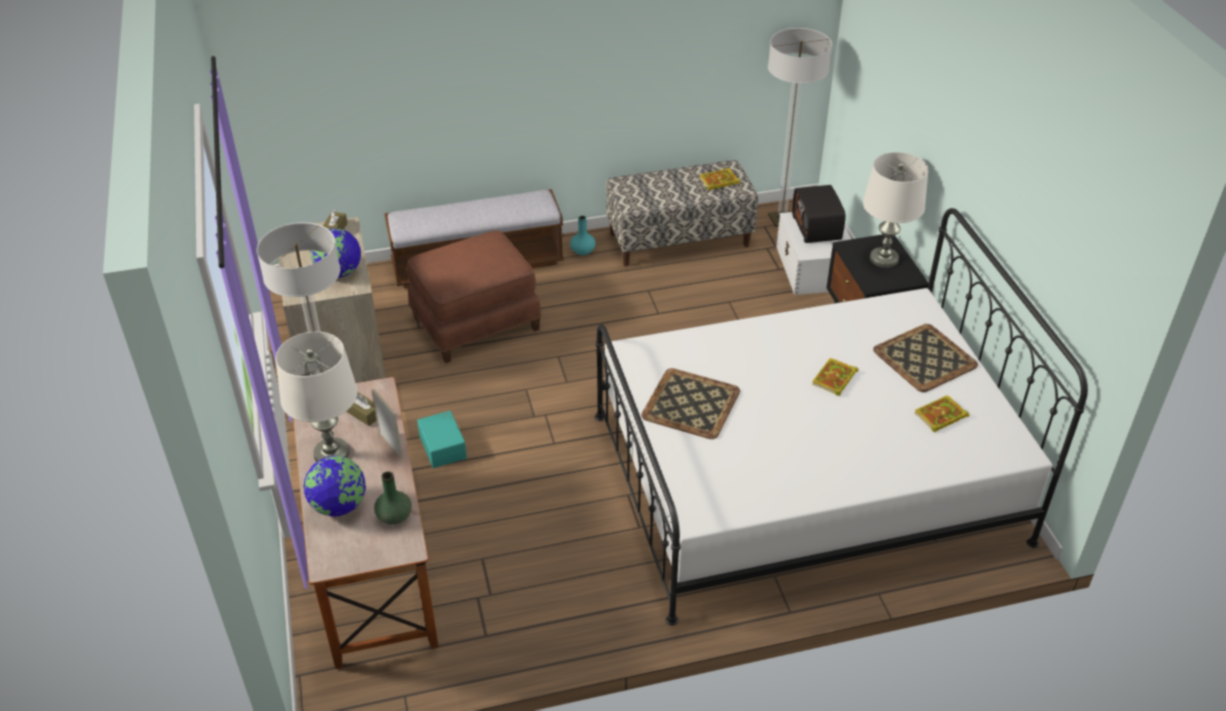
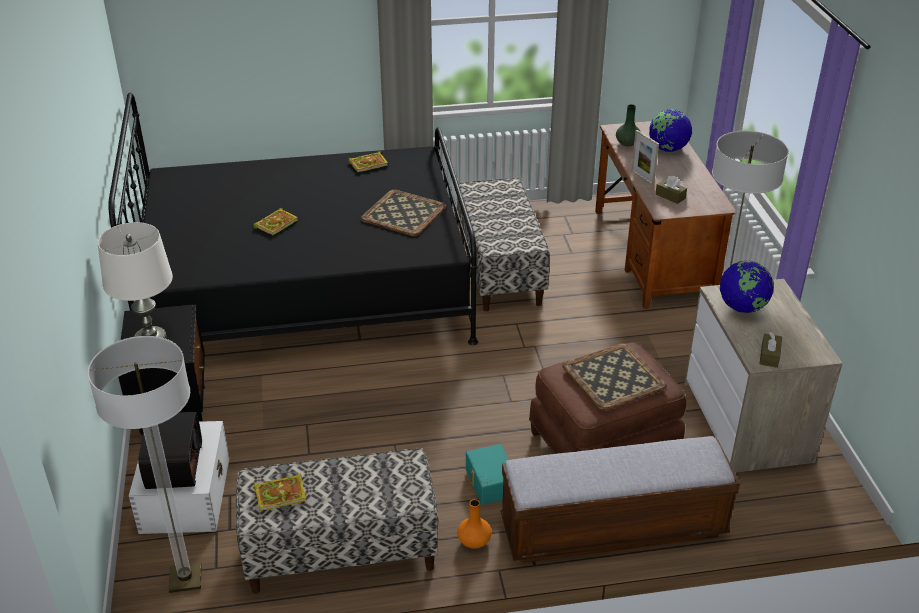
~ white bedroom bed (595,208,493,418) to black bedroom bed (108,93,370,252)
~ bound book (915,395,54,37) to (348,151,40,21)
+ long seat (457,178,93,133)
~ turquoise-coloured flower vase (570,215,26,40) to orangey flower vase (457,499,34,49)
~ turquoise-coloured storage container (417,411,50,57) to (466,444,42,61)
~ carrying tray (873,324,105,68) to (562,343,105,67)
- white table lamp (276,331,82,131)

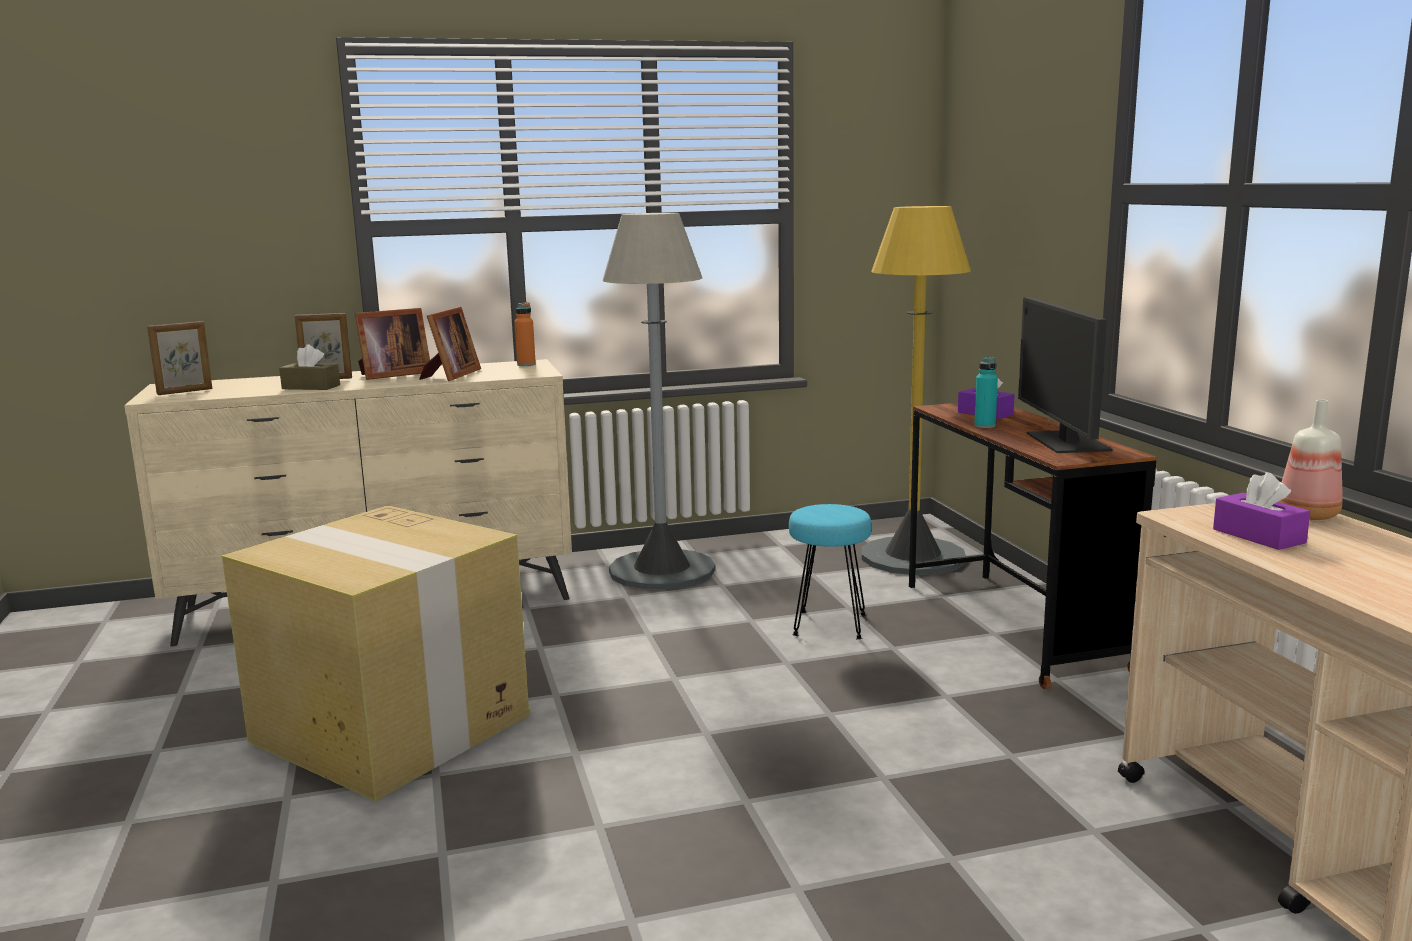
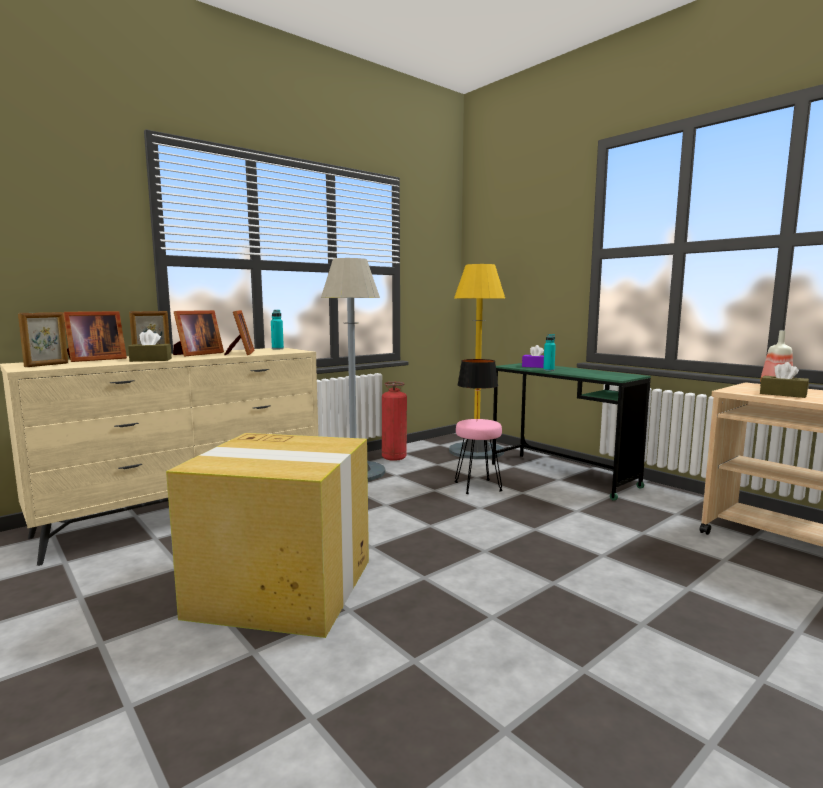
+ photo frame (63,311,64,51)
~ orangey beverage bottle (514,302,22,64) to turquoise-coloured beverage bottle (271,310,13,39)
+ fire extinguisher (382,382,25,79)
~ turquoise-coloured stool (789,504,82,135) to pink-coloured stool (455,419,48,75)
+ black table lamp (458,359,40,54)
~ brown-coloured desk unit (909,403,247,286) to green desk unit (492,363,159,137)
~ purple box of tissues (1213,472,97,78) to brown-coloured box of tissues (760,362,49,36)
- computer screen (1018,297,94,156)

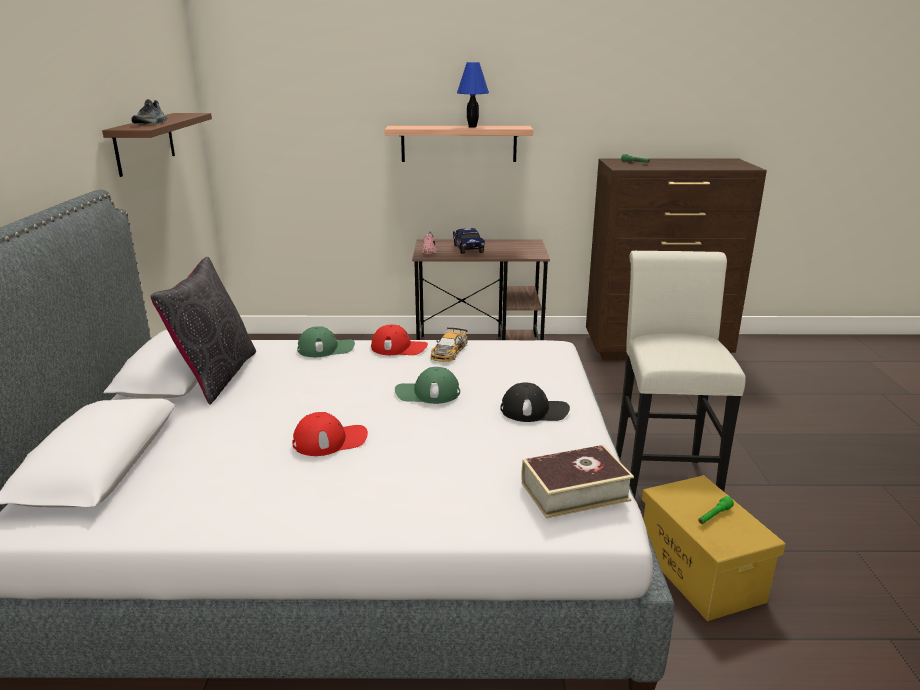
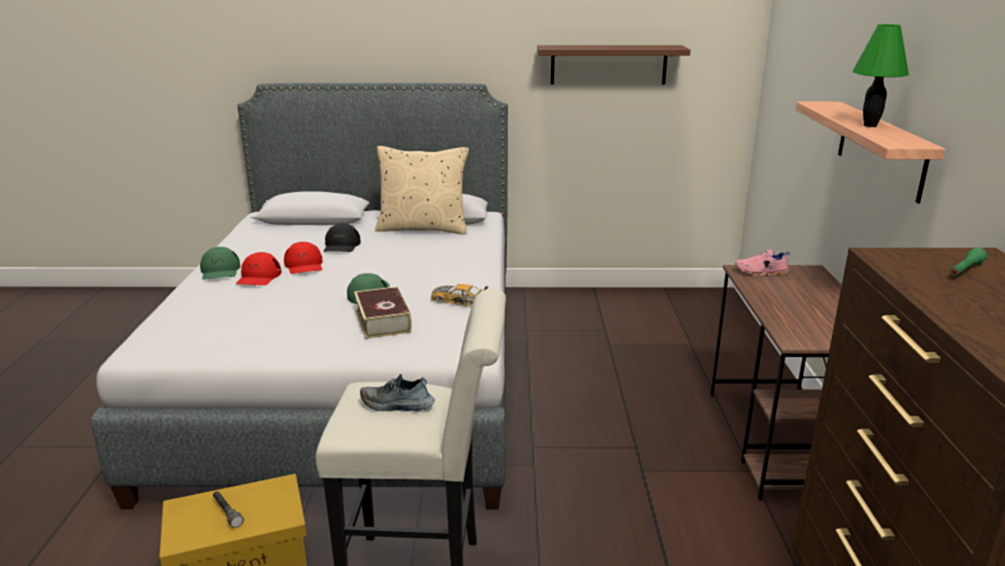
~ green peaked cap (297,326,58,31) to (200,247,40,33)
~ green torch (698,496,36,28) to grey torch (213,491,31,37)
~ red-coloured peaked cap (371,325,57,30) to (236,252,45,33)
~ black peaked cap (501,382,69,40) to (324,223,37,29)
~ bound book (522,445,112,74) to (354,286,58,53)
~ low shoe (131,99,37,25) to (360,374,75,37)
~ black cushion (150,257,106,148) to sand-coloured cushion (375,146,94,88)
~ blue-coloured table lamp (457,62,32,66) to green table lamp (852,24,57,103)
- model truck (453,228,32,26)

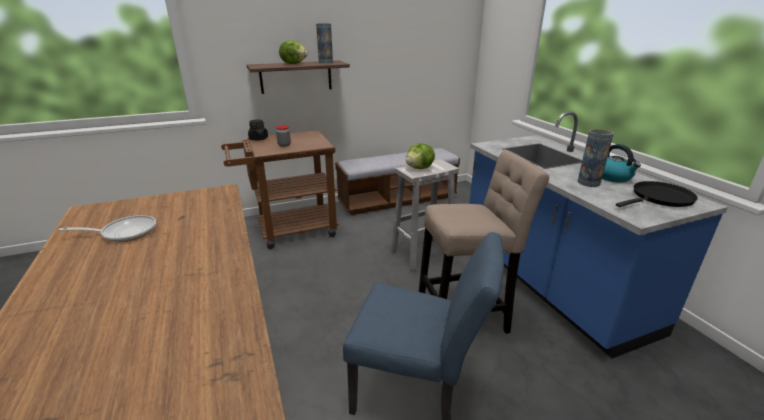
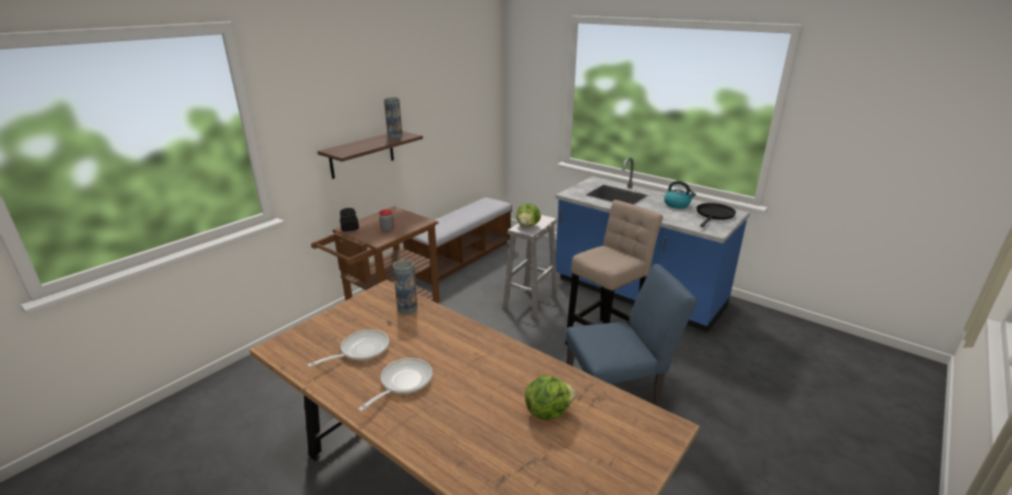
+ frying pan (358,358,74,53)
~ flower vase (578,129,36,58) to (393,260,25,54)
~ lettuce head (279,40,29,24) to (525,375,51,45)

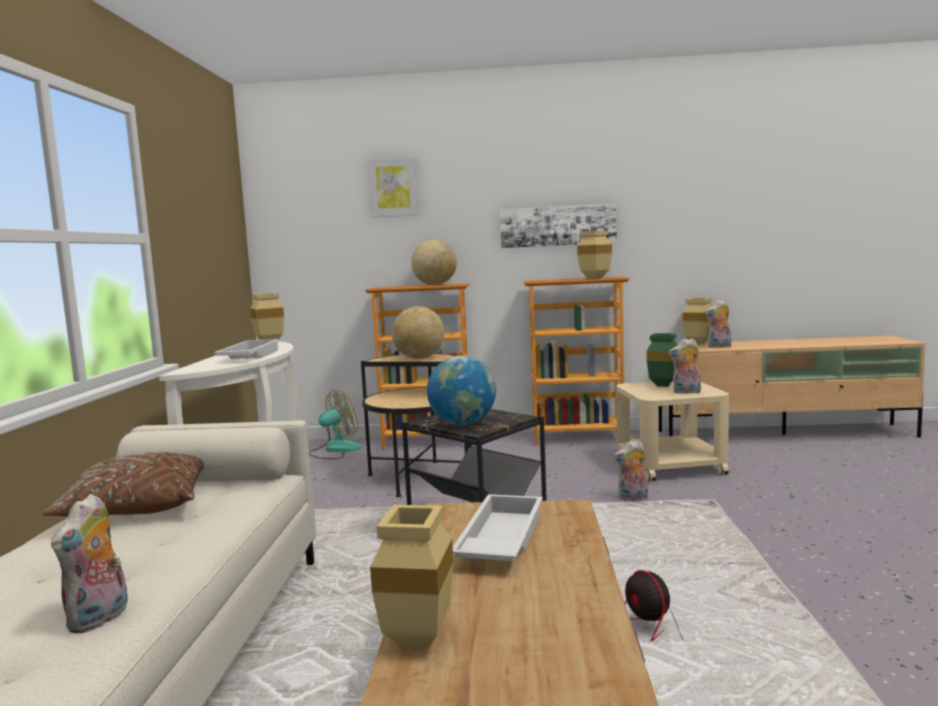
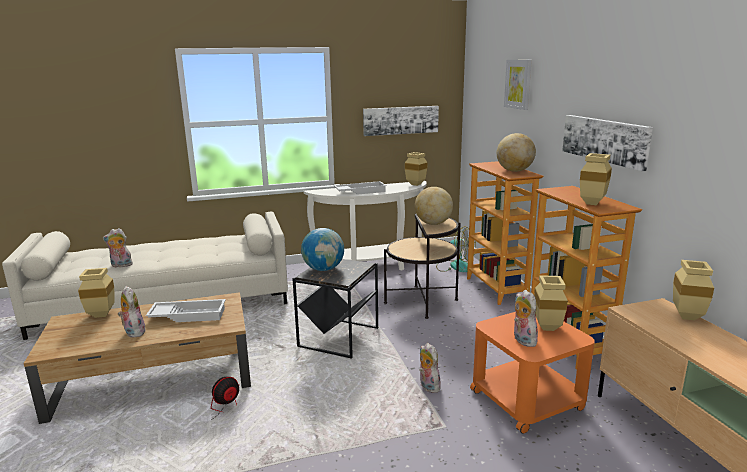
~ plush toy (705,300,26,48) to (117,286,29,52)
+ wall picture (363,106,76,30)
~ sand-coloured end table (616,381,113,100) to orangey end table (470,312,125,122)
~ green flower vase (646,333,32,54) to sand-coloured flower vase (534,275,34,56)
- brown-coloured cushion (42,452,162,65)

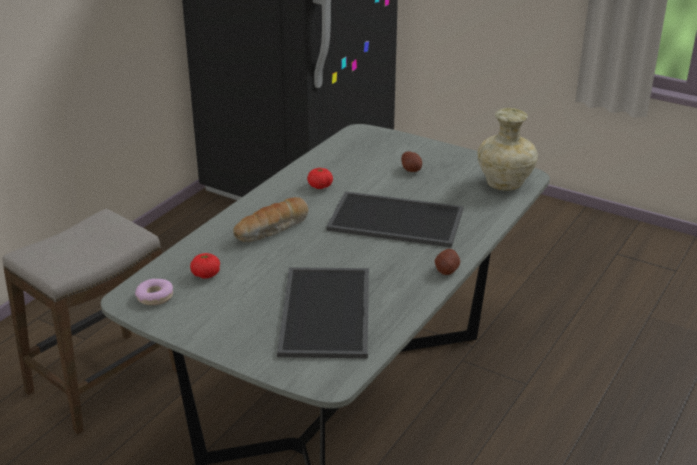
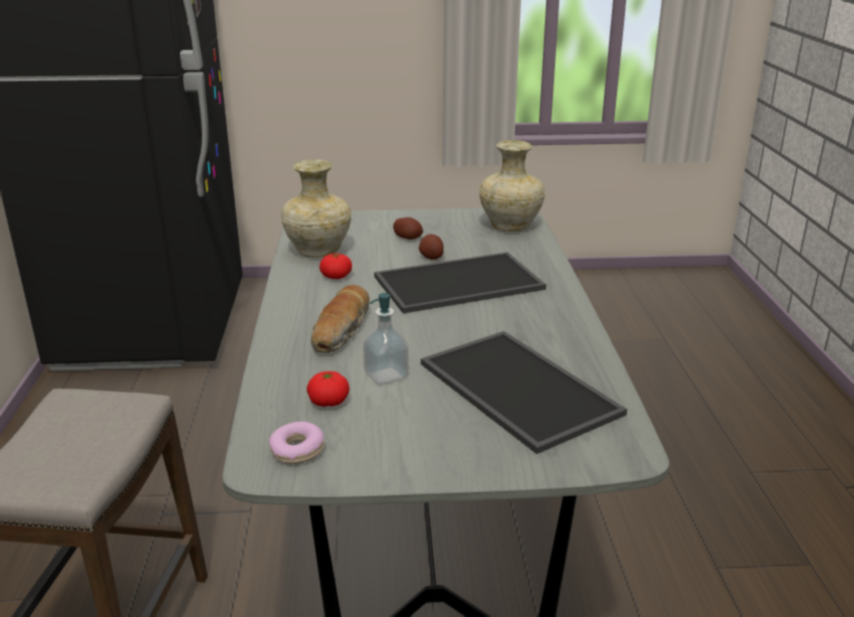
+ sand-coloured flower vase (281,159,70,99)
+ liquid soap bottle (363,293,46,92)
~ whole potato (435,249,25,26) to (419,234,24,26)

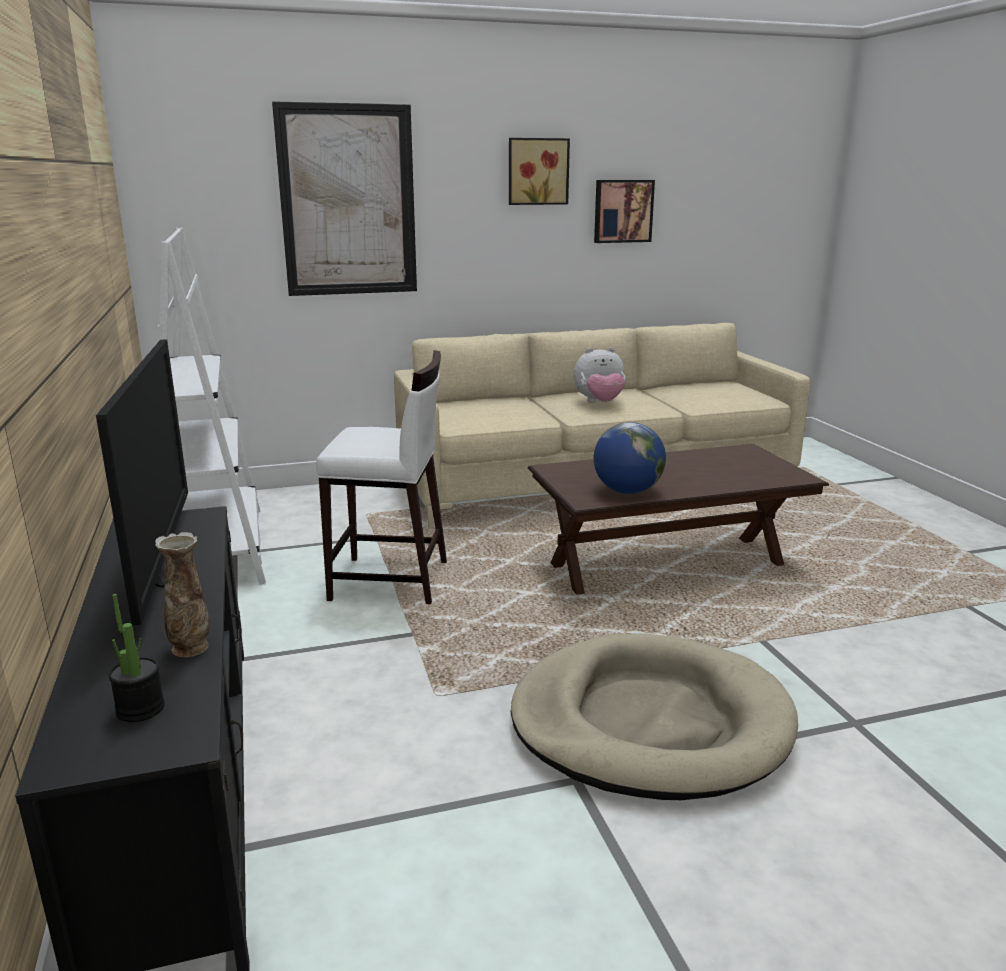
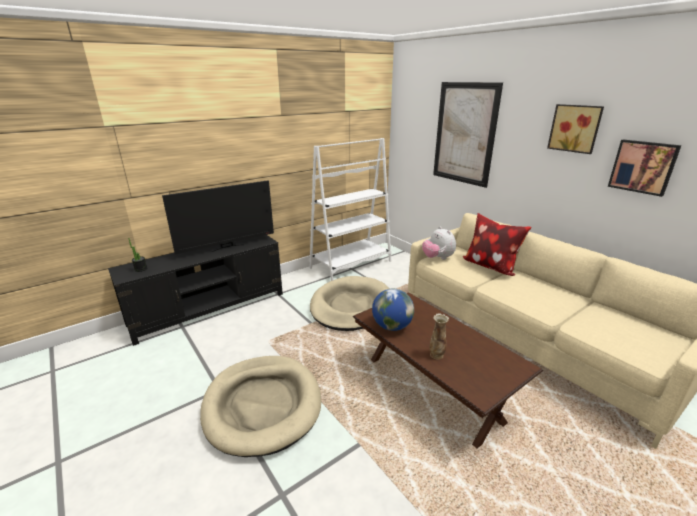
~ white stool (316,350,131,254) to sand-coloured pet bed (310,276,79,55)
~ plush toy (574,347,52,55) to (422,227,34,33)
~ flower vase (155,532,55,125) to (430,313,19,47)
+ cushion (463,213,69,63)

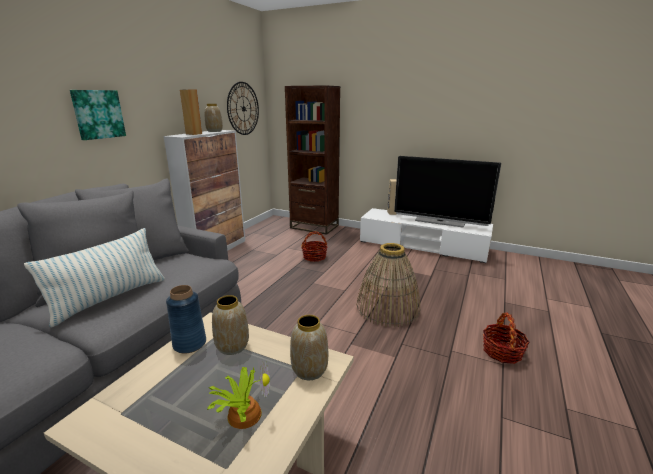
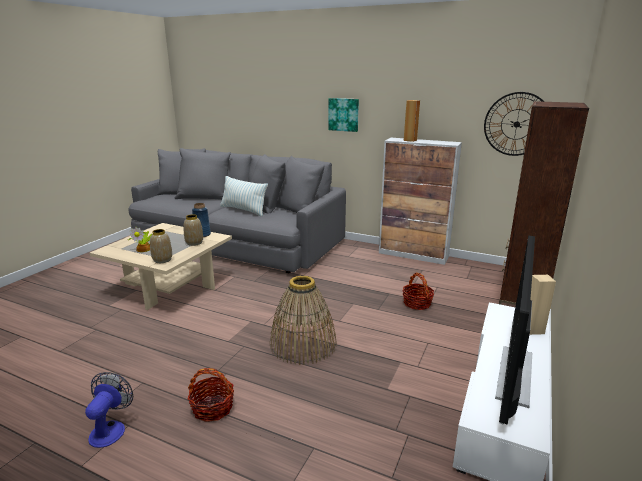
+ cooling fan (85,372,48,76)
- flower vase (204,104,19,28)

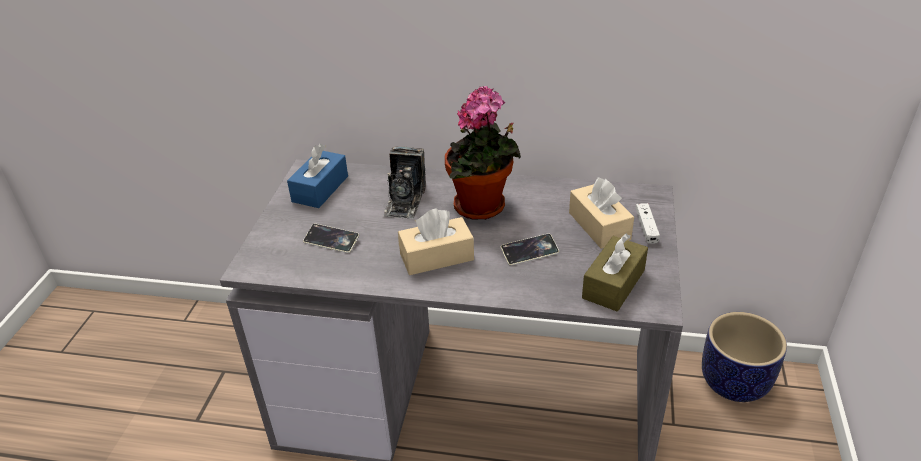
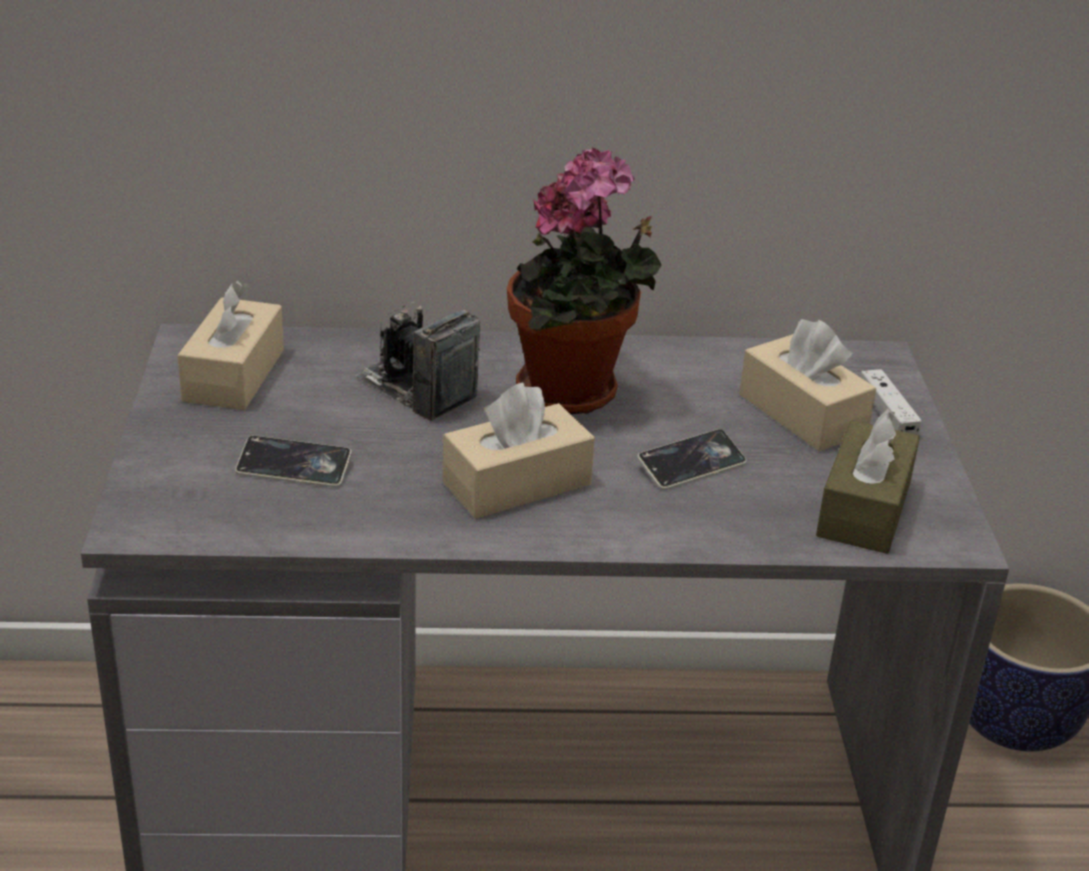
~ blue-coloured box of tissues (287,144,61,64) to sand-coloured box of tissues (177,280,107,130)
~ still camera (383,147,43,72) = (356,301,124,120) 135 degrees clockwise

